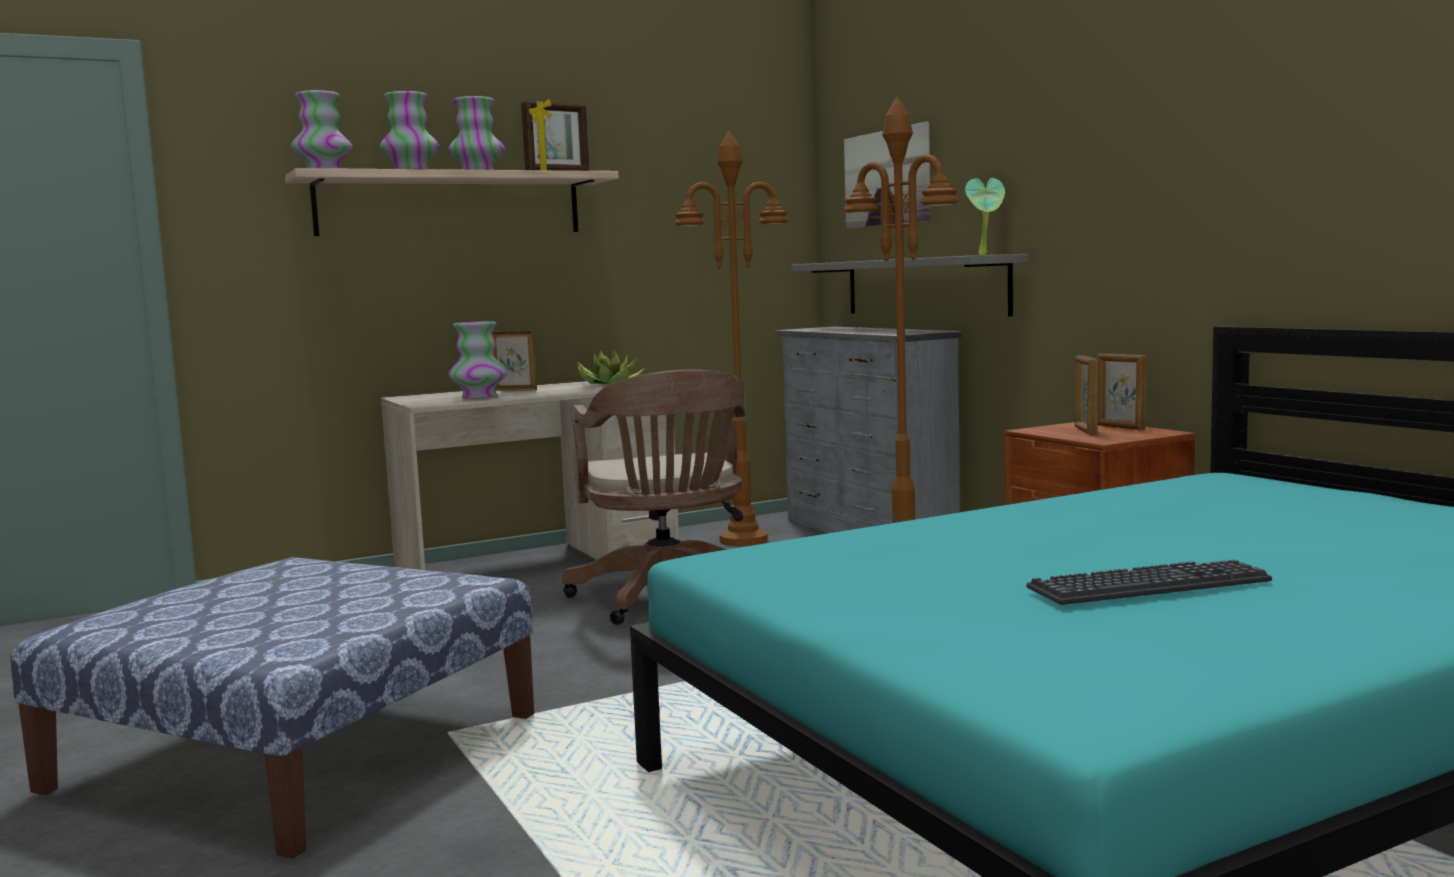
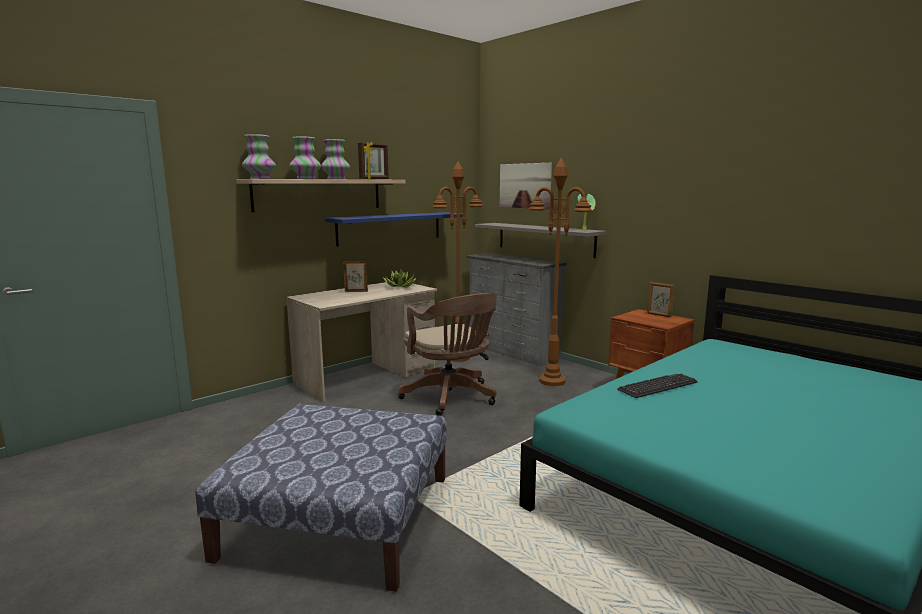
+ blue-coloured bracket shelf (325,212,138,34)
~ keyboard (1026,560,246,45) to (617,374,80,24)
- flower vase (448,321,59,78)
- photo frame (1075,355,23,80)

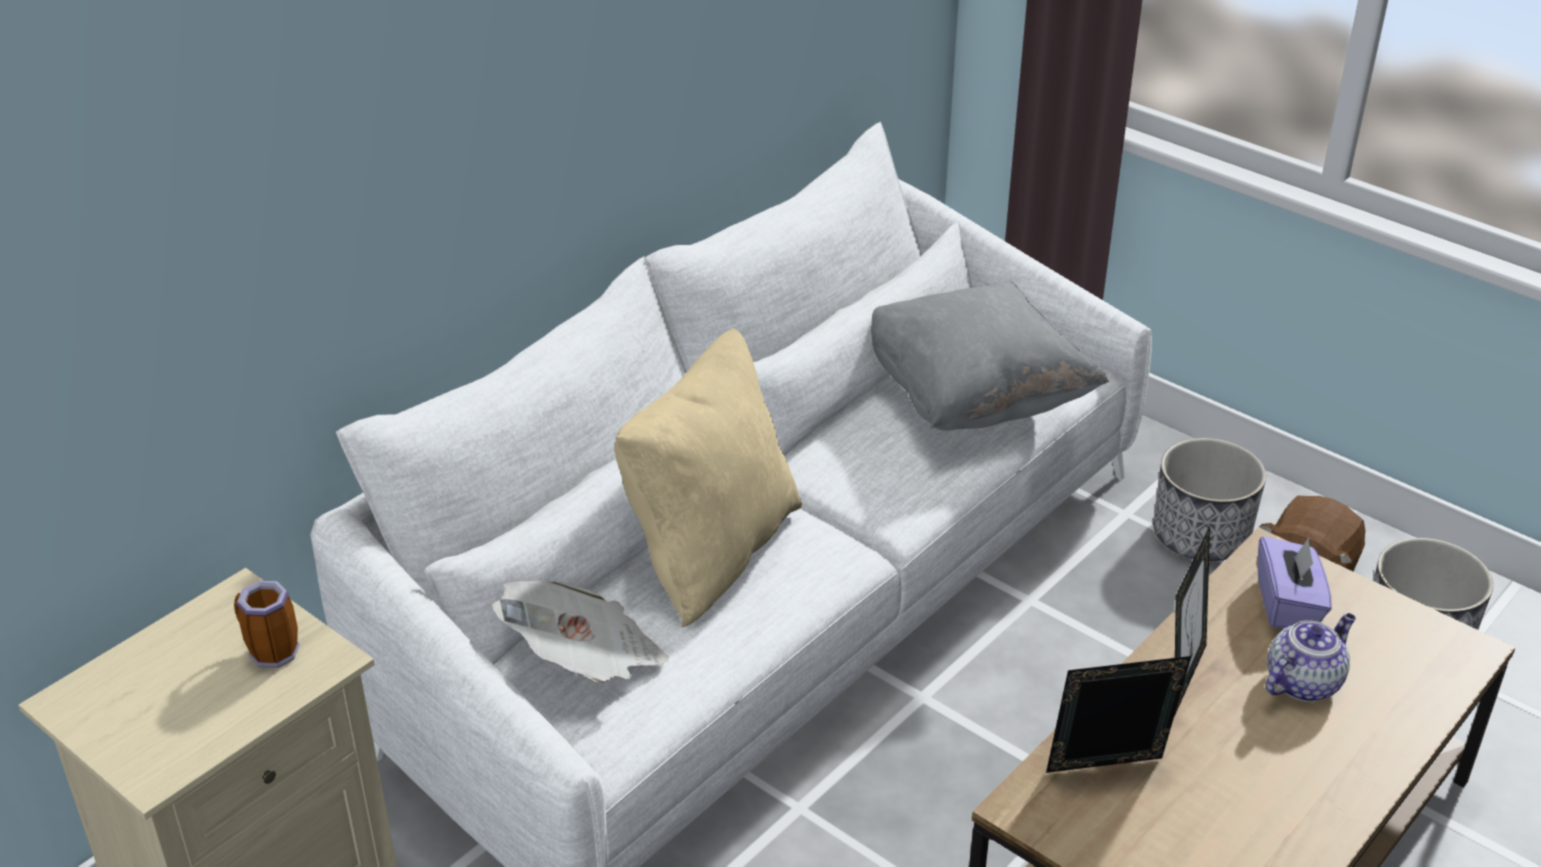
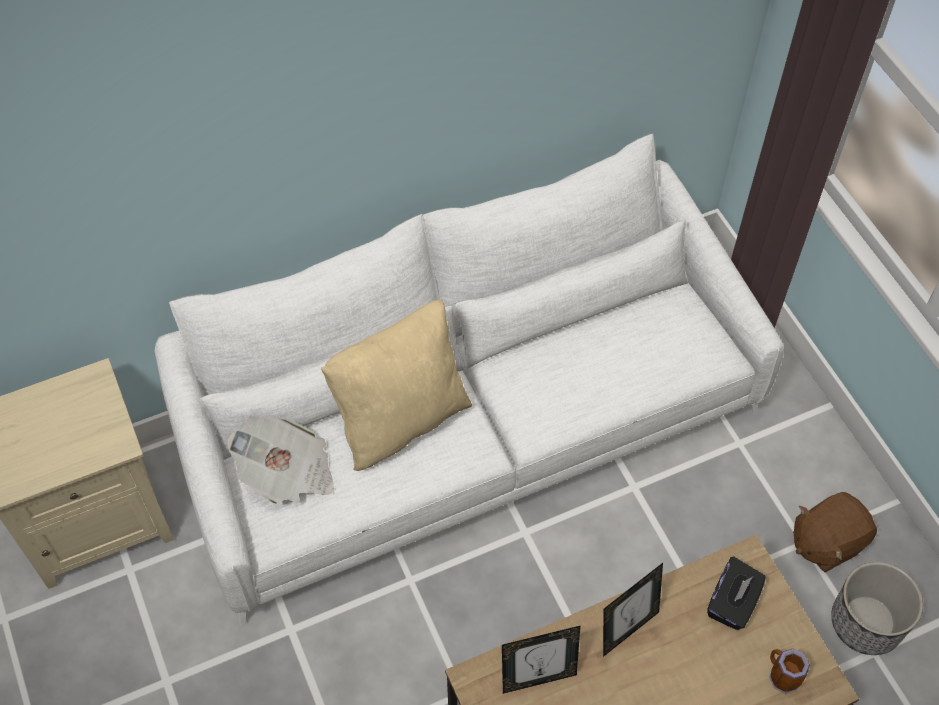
~ photo frame (1046,656,145,117) = (502,626,78,68) 150 degrees clockwise
~ purple box of tissues (1258,536,74,92) to black box of tissues (707,557,59,73)
~ coffee mug (234,580,66,88) to (769,649,41,45)
- grey cushion (871,282,238,149)
- plant pot (1153,438,113,123)
- pot for tea (1266,613,90,89)

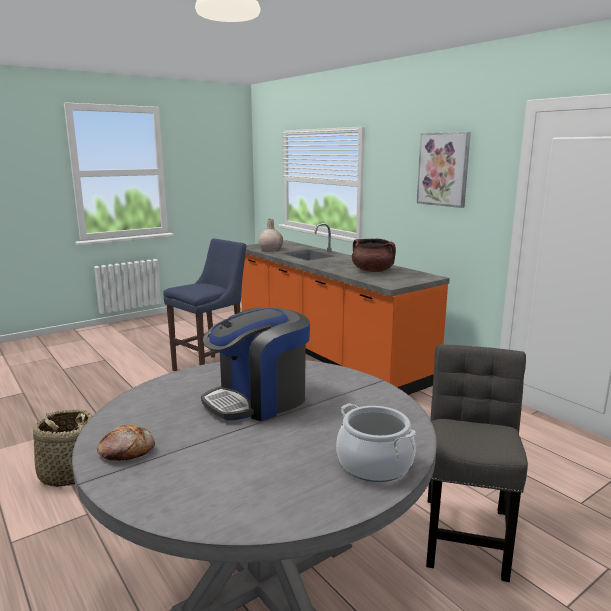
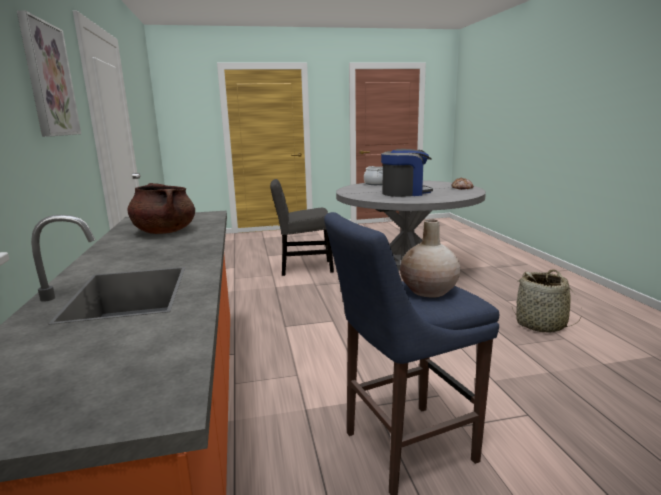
~ grey upright chair (426,344,102,238) = (270,179,64,97) 45 degrees clockwise
~ sand-coloured flower vase (258,219,25,33) to (400,219,60,79)

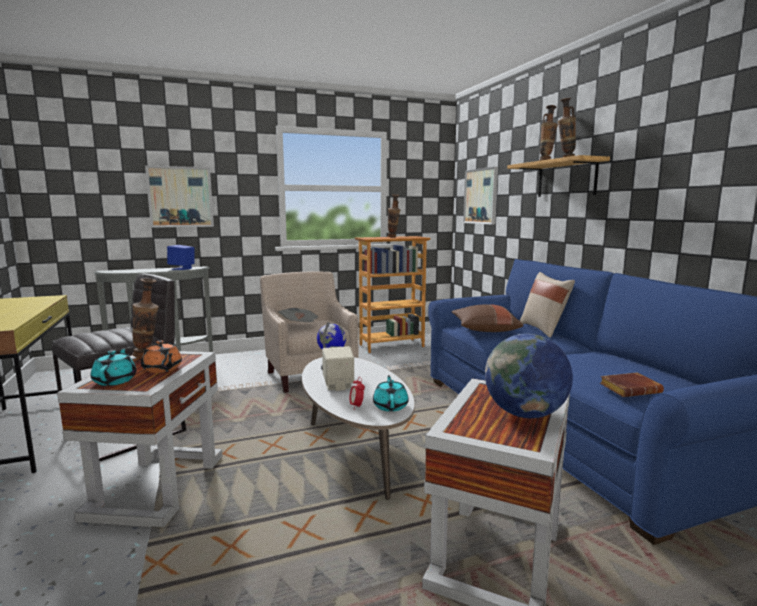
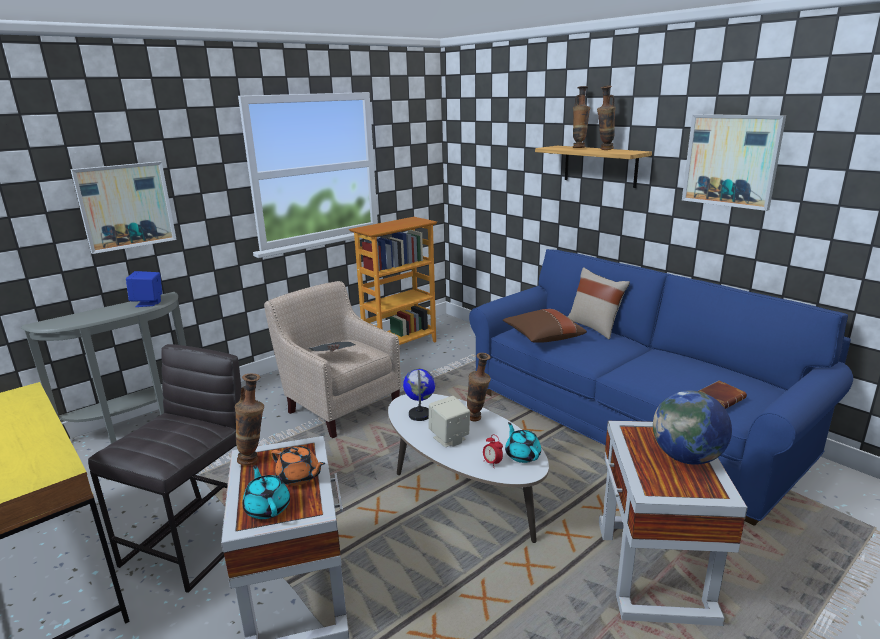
~ flower vase (387,194,13,44) to (467,353,24,69)
~ wall picture (463,167,35,58) to (682,114,104,97)

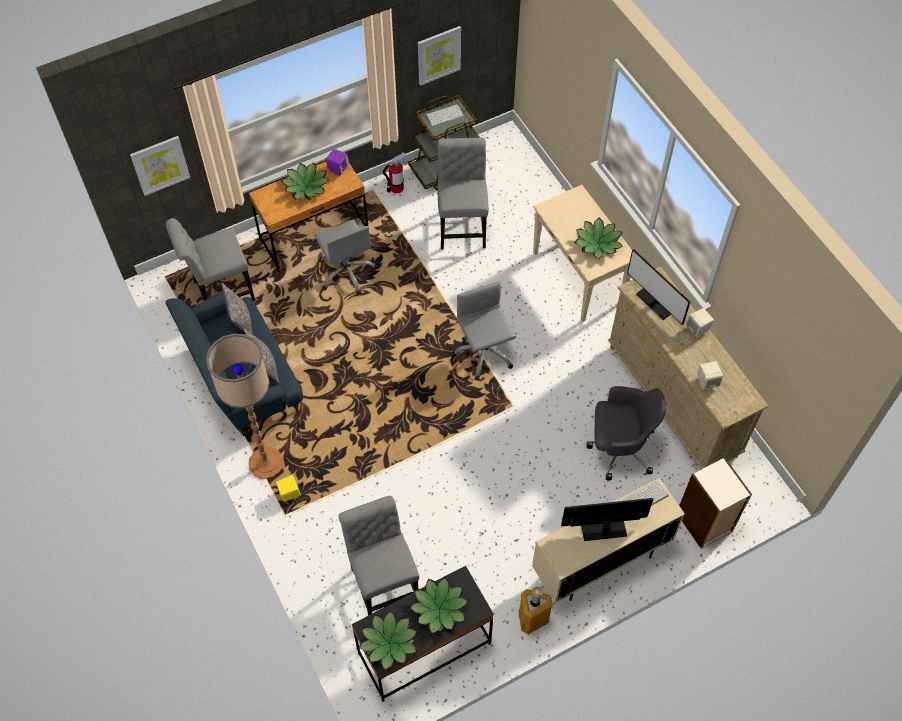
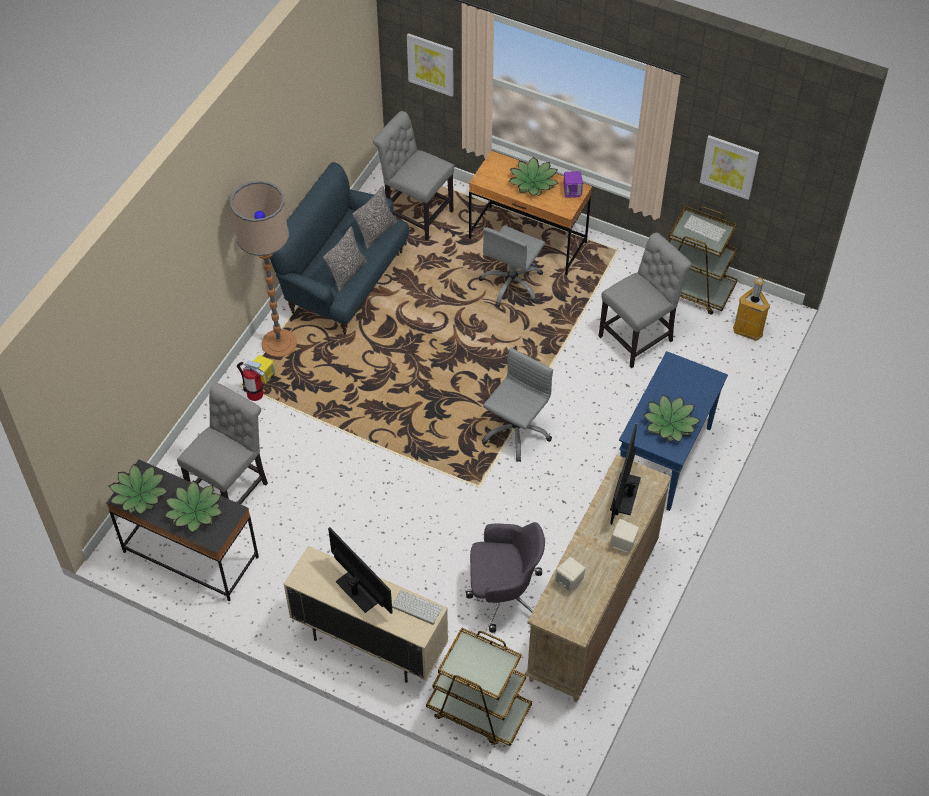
~ fire extinguisher (383,152,25,41) to (237,360,27,41)
~ shelving unit (679,457,73,92) to brown-coloured wheeled cart (426,627,106,119)
~ grey office chair (586,386,80,95) = (466,522,79,111) 60 degrees counterclockwise
~ sand-coloured console table (533,185,99,137) to blue-coloured console table (619,351,109,160)
~ trash can (518,587,35,47) to (733,277,37,64)

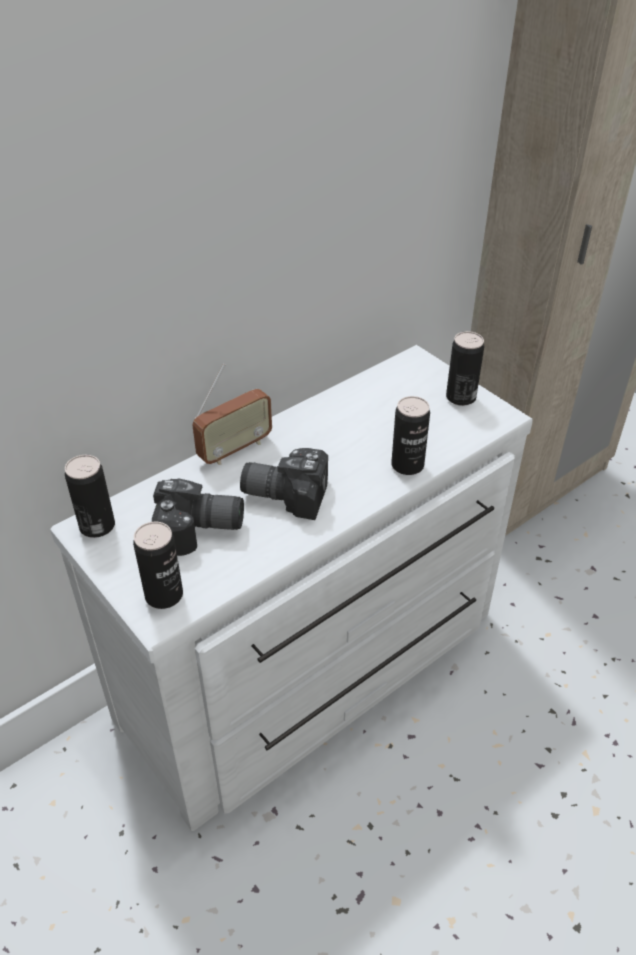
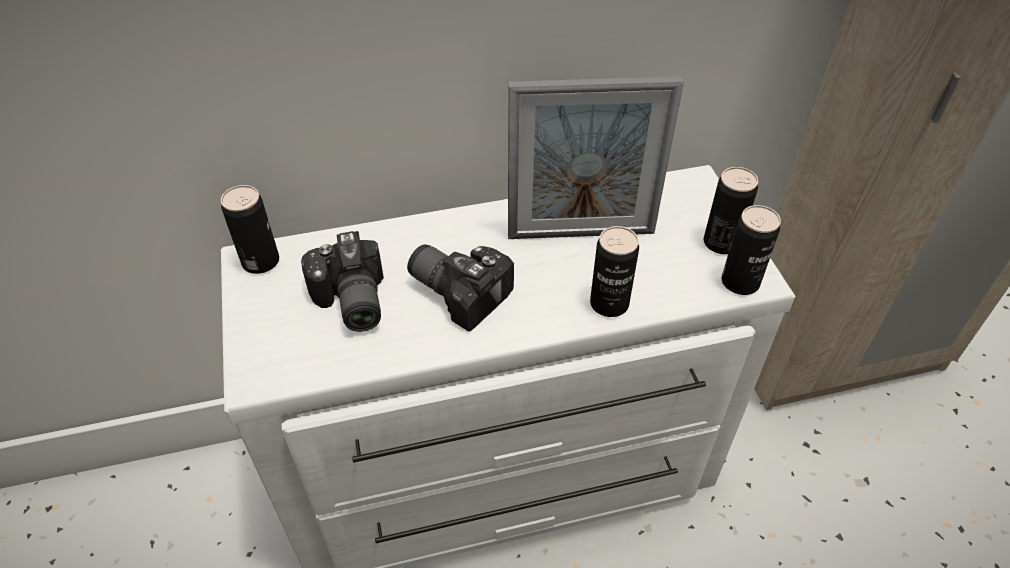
~ still camera (152,478,92,78) = (301,231,83,101) 45 degrees clockwise
+ photo frame (508,76,176,163)
~ can (133,522,50,87) to (722,205,59,90)
- radio set (192,364,80,101)

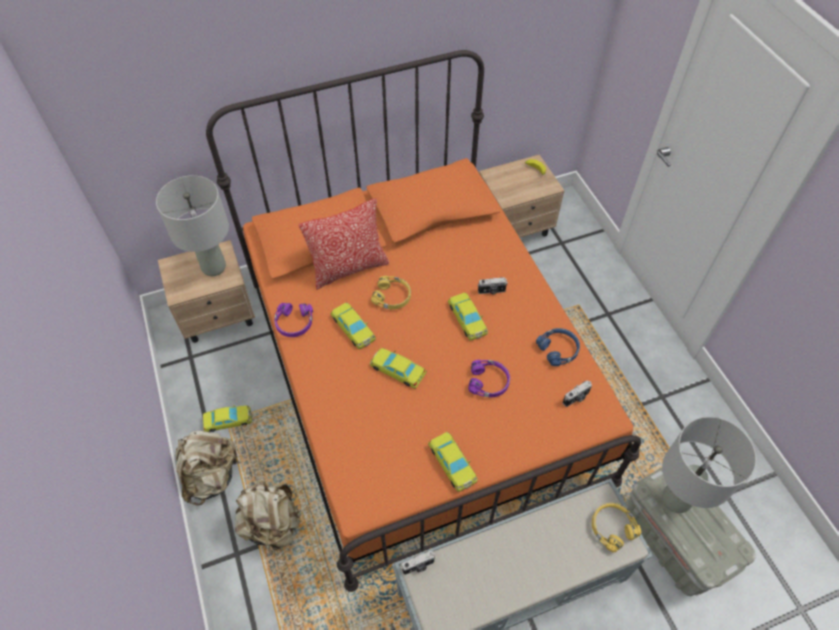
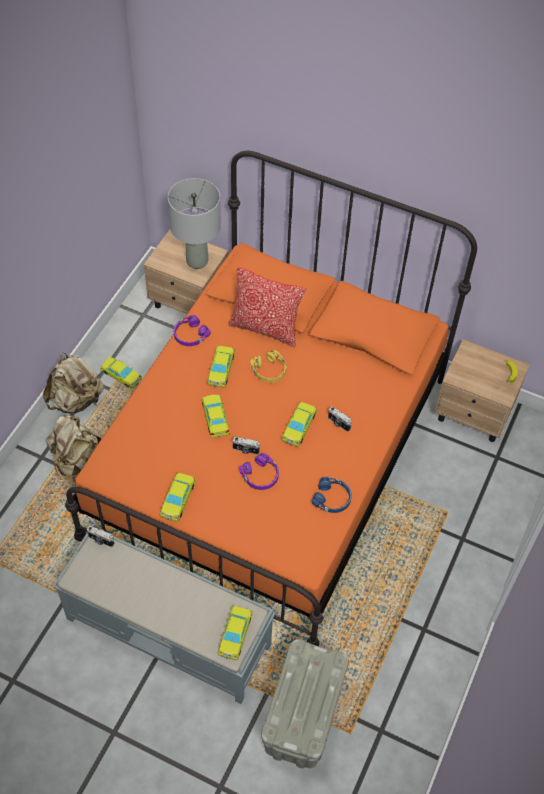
~ yellowish headphones (592,503,50,49) to yellowish model car (218,606,35,54)
~ still camera (563,380,29,27) to (232,436,28,19)
- grey table lamp (662,417,94,96)

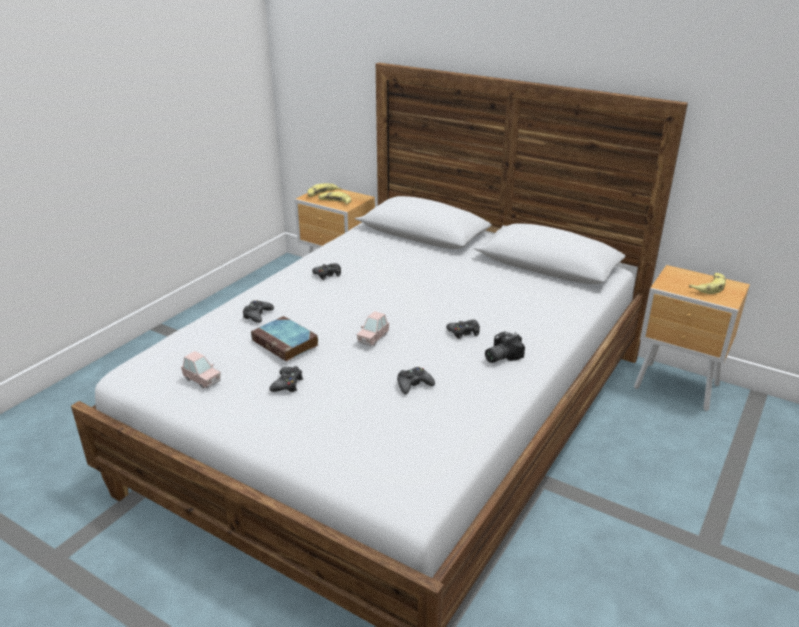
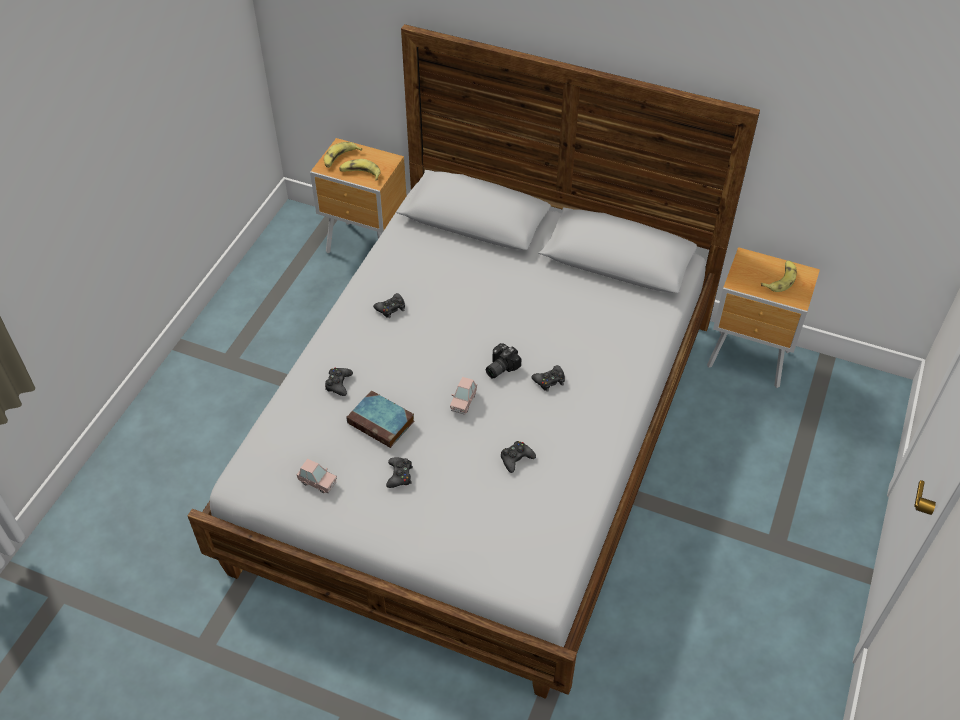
~ still camera (485,332,40,31) to (486,343,35,36)

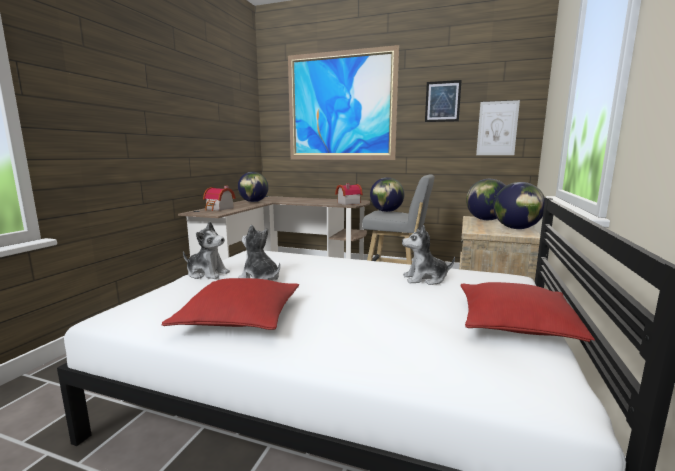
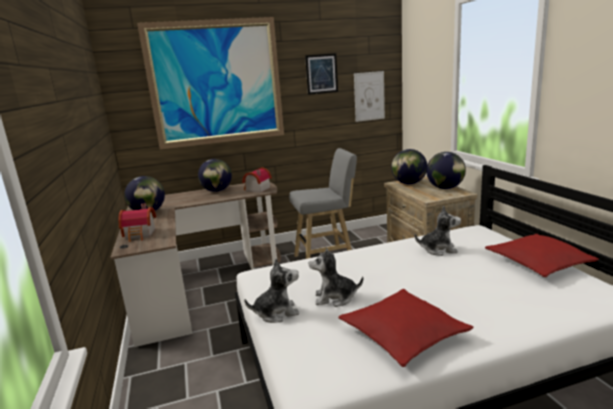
~ globe (370,177,34,35) to (198,159,34,33)
~ plush toy (402,225,53,60) = (415,206,46,50) 135 degrees counterclockwise

